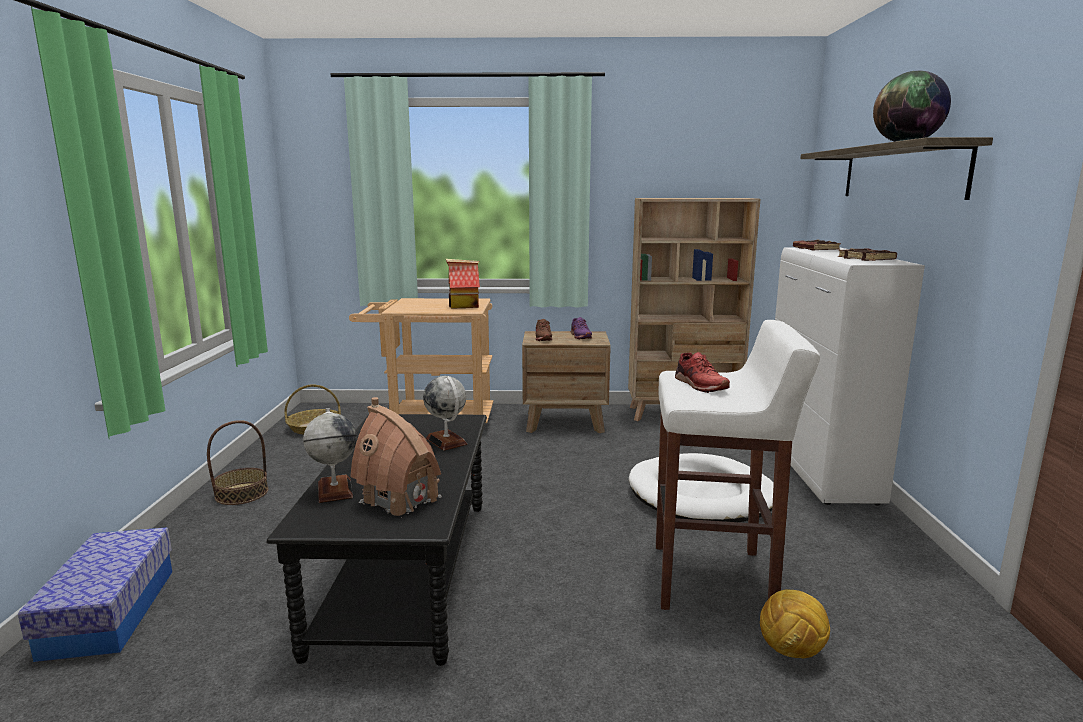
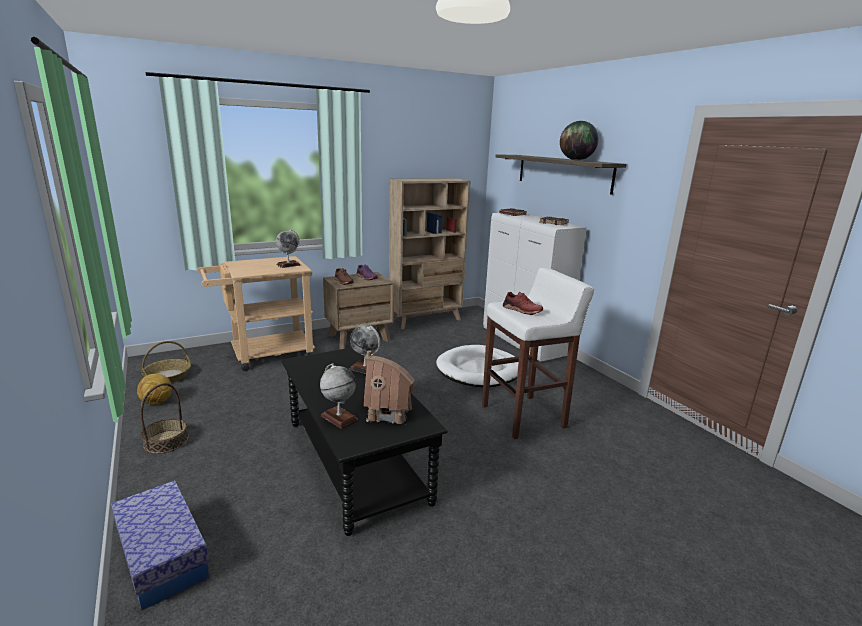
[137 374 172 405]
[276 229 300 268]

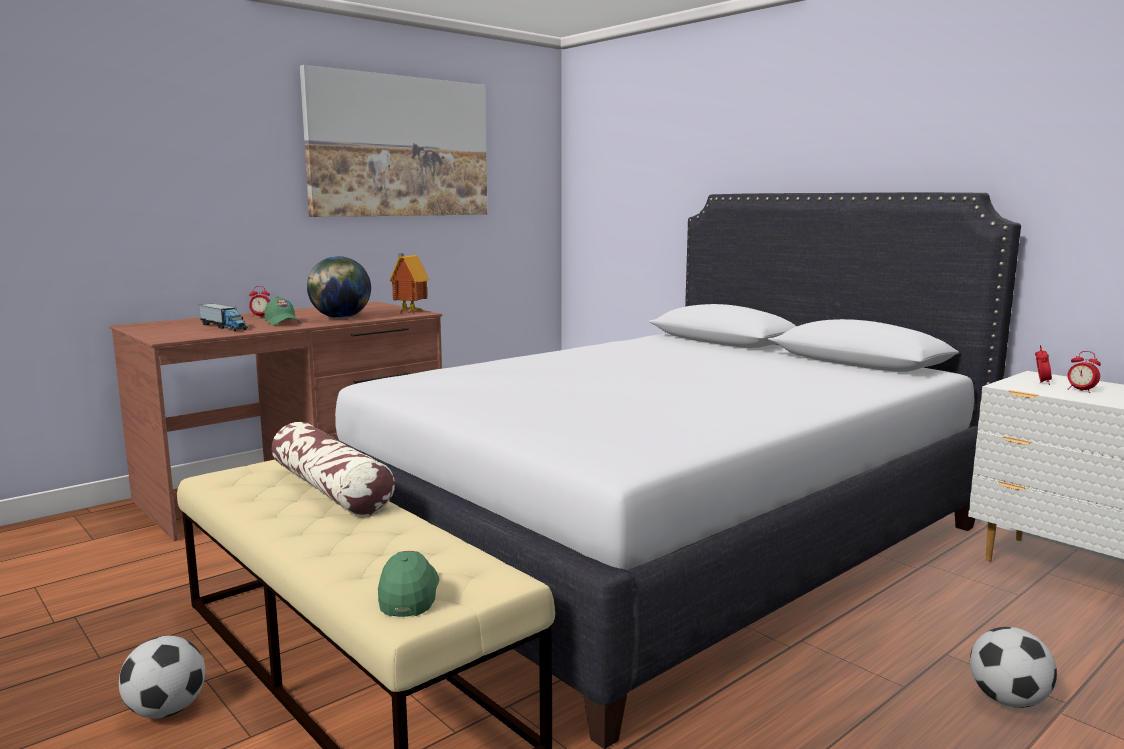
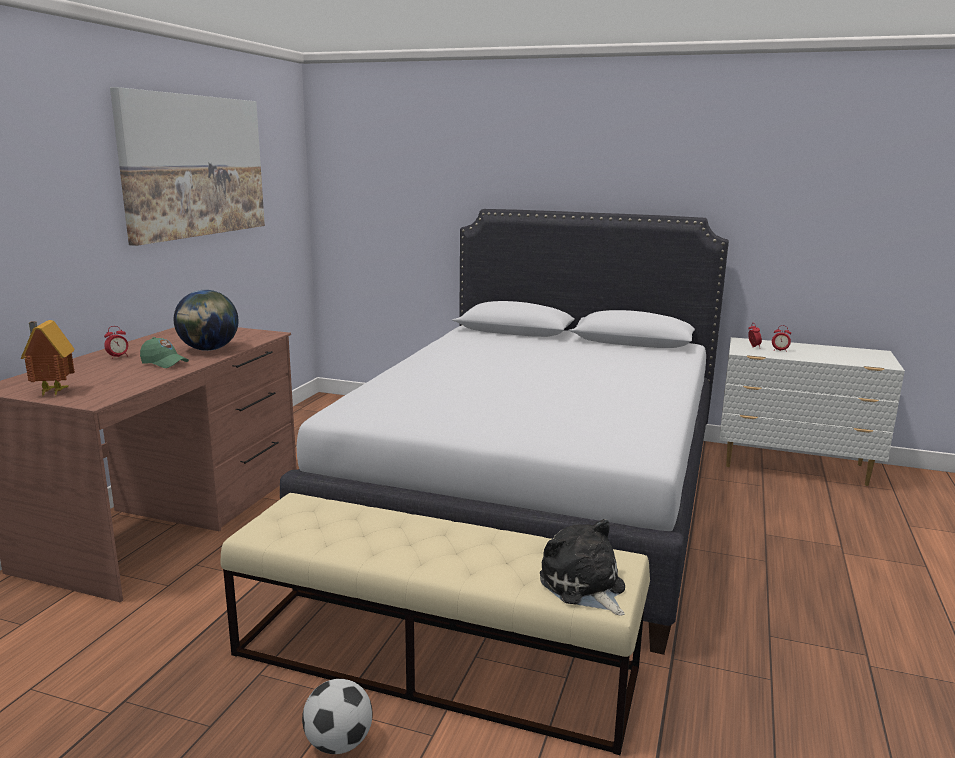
[21 320 75 396]
[540 519 625 616]
[199 304 248 331] (first image)
[272 422 395 516] (first image)
[970 627 1057 708] (first image)

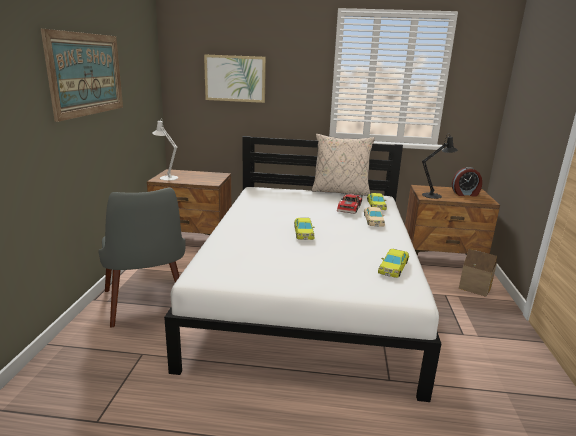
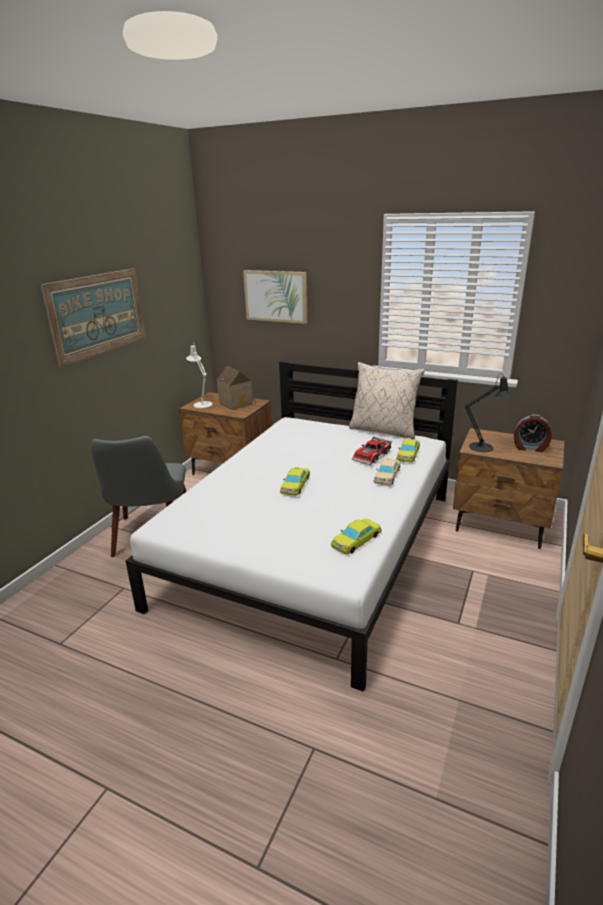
[217 366 255 410]

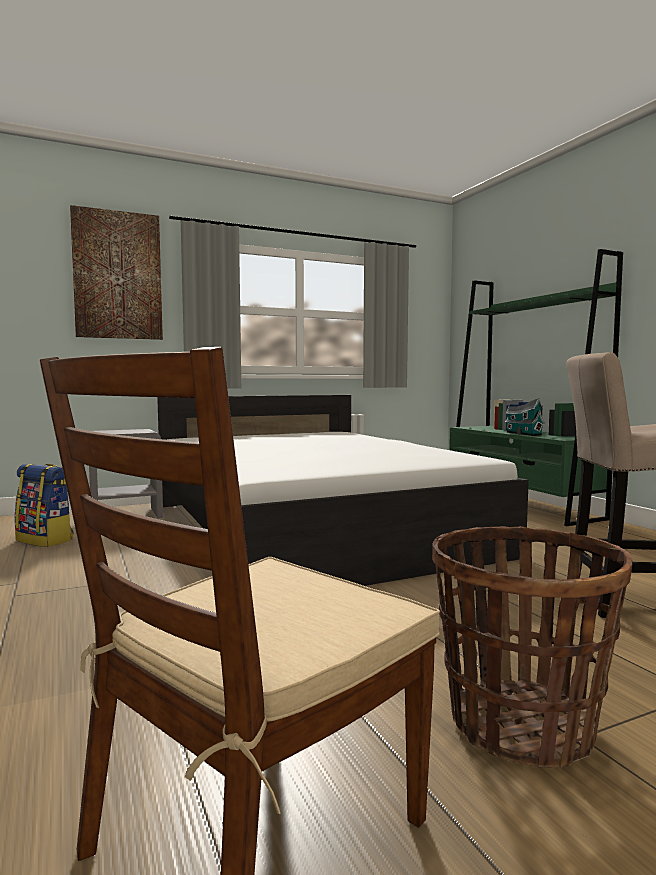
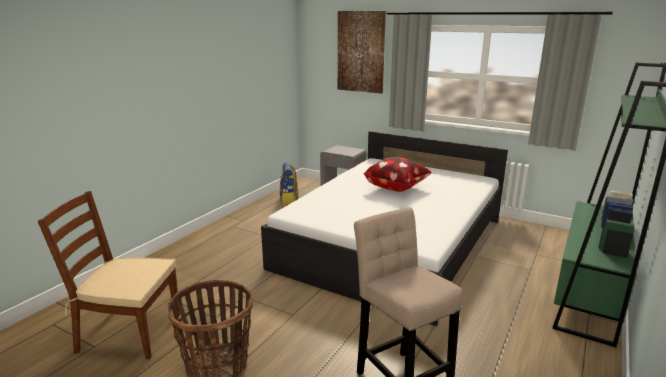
[364 157 432 192]
[505 398 544 436] (first image)

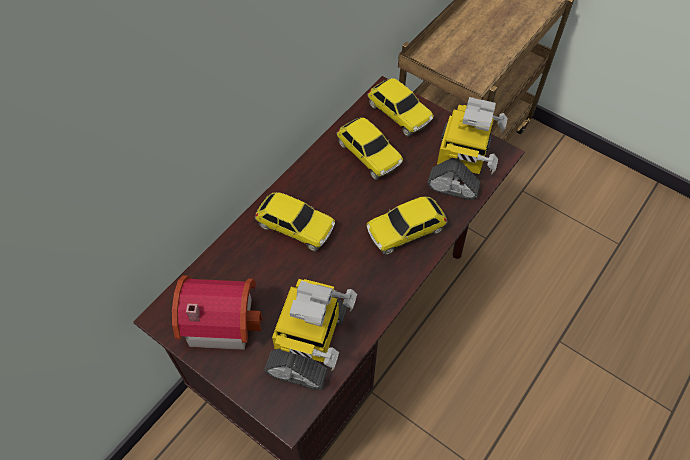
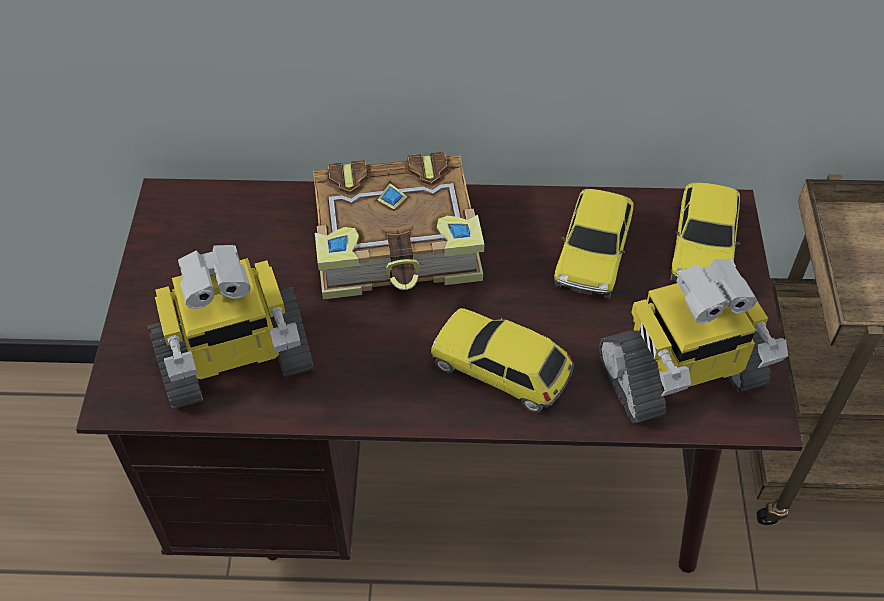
[313 152 484 299]
[172 275 263 350] (first image)

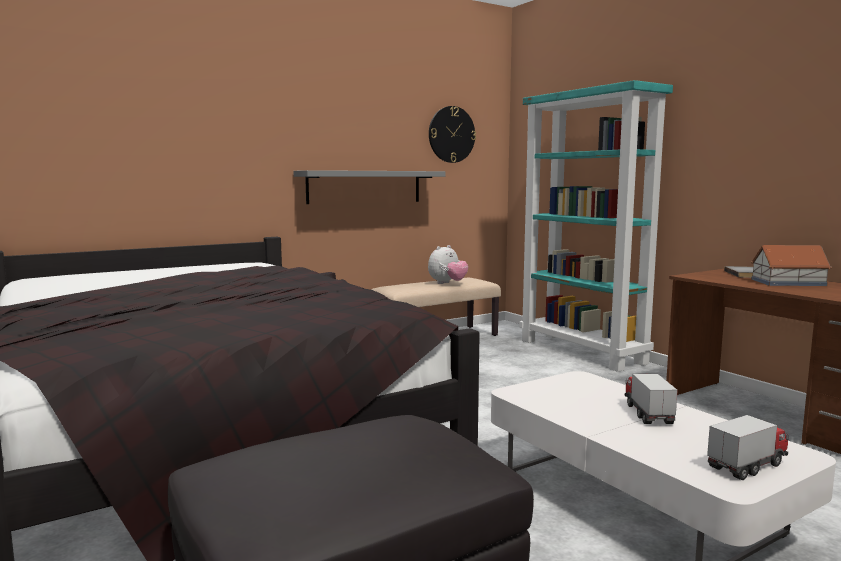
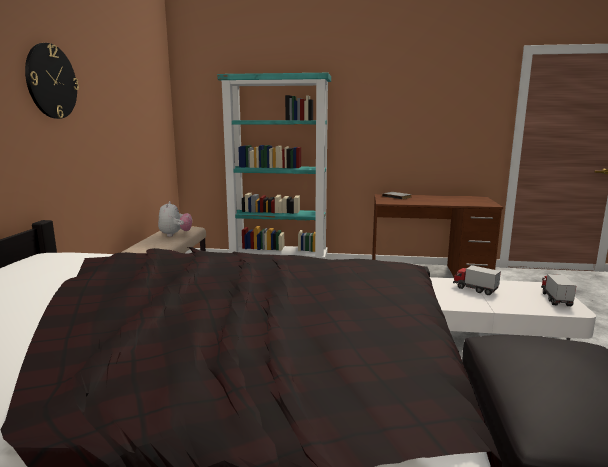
[25 43 79 119]
[294 170 446 204] (first image)
[751 245 832 286] (first image)

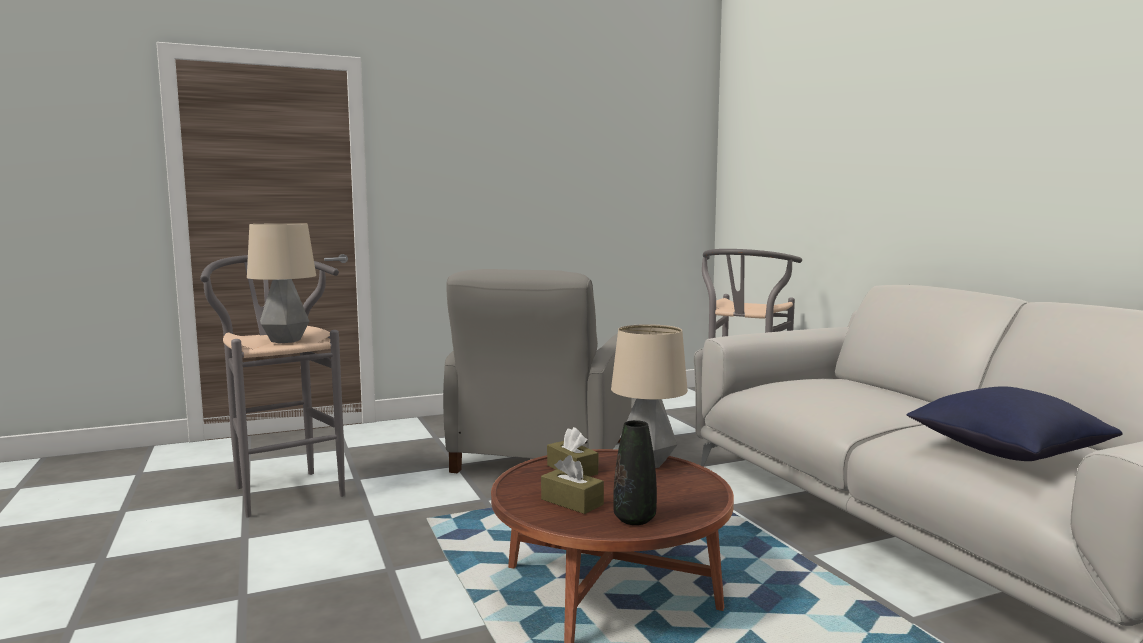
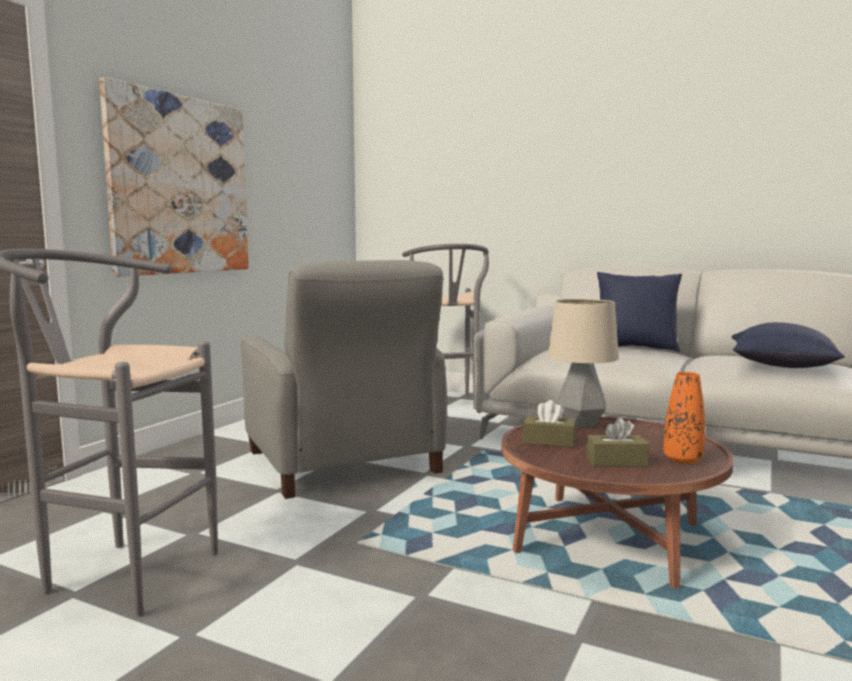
[99 77 249 277]
[597 272 682 352]
[663 372 705 464]
[247 223 316 343] (first image)

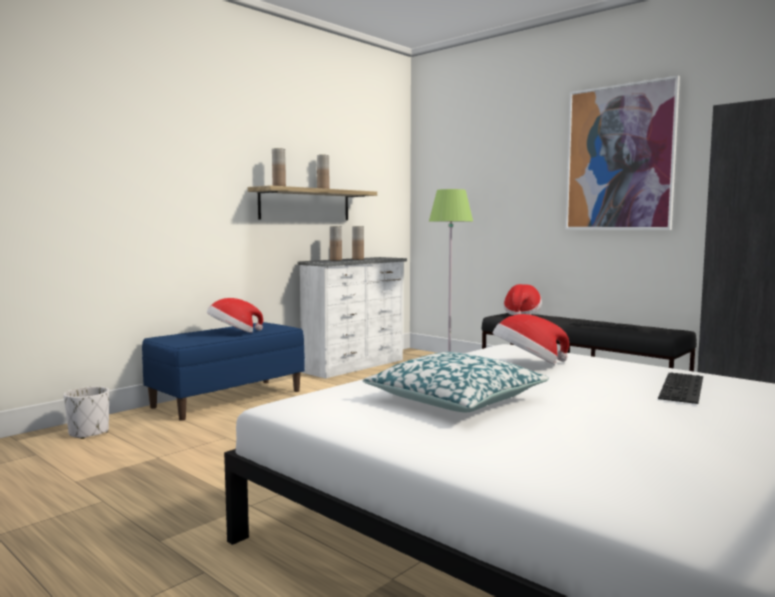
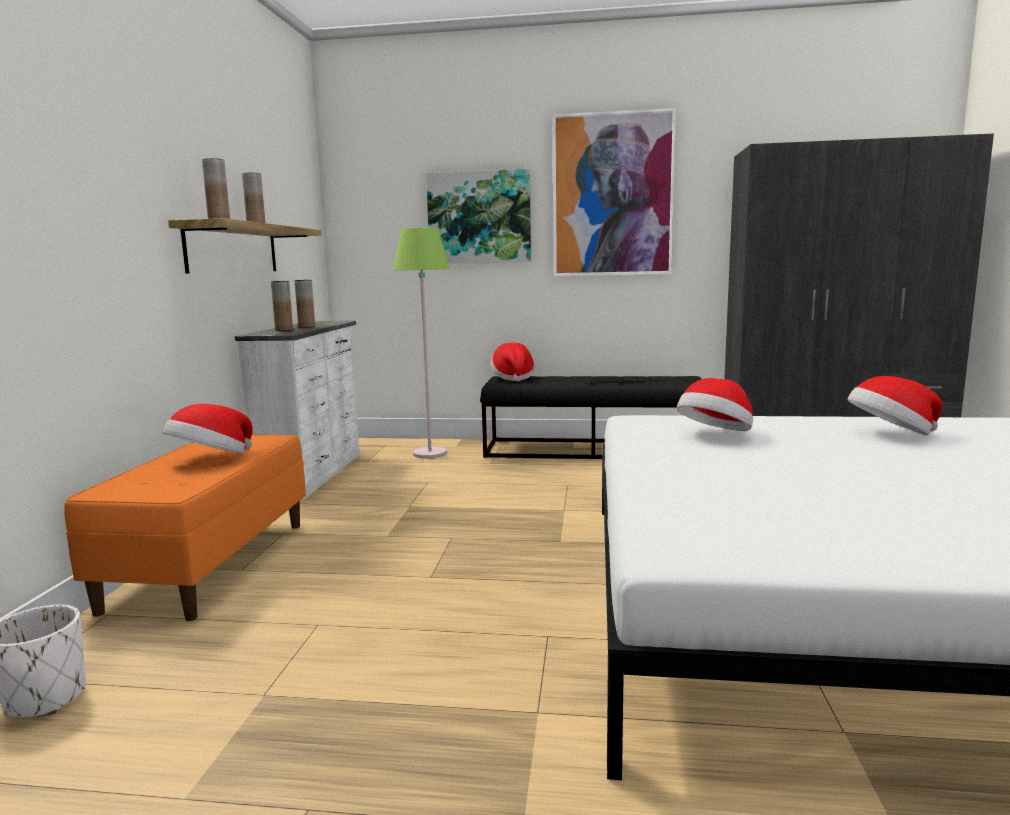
[64 434 306 621]
[426 169 531 263]
[847 376 942 435]
[363 352 549 412] (first image)

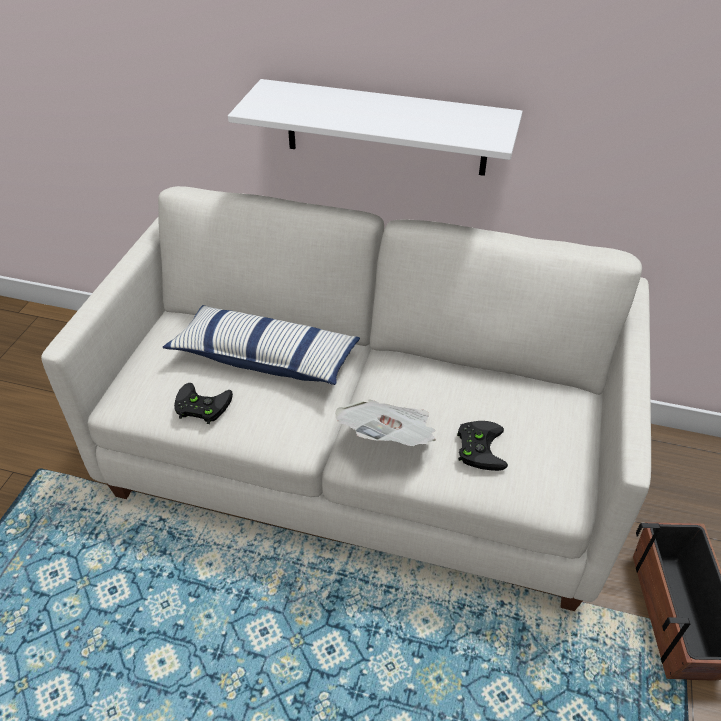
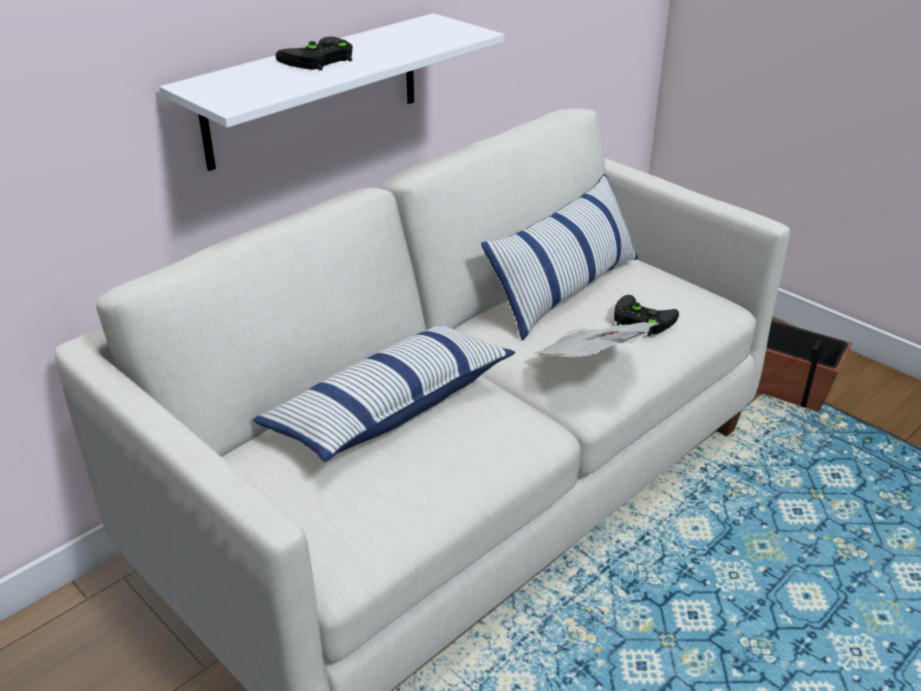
[275 37 353 71]
[481 174 638 340]

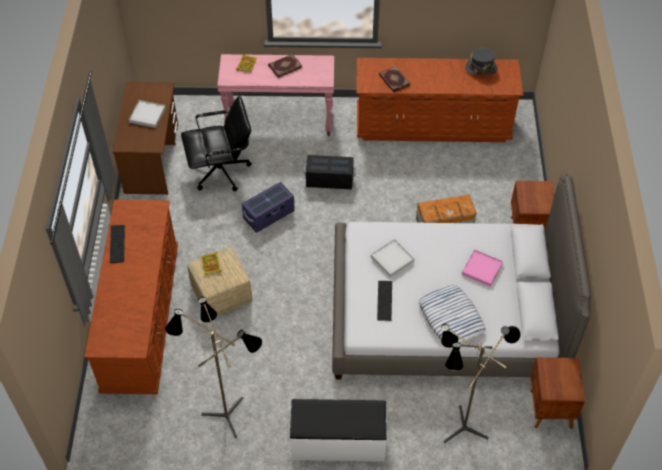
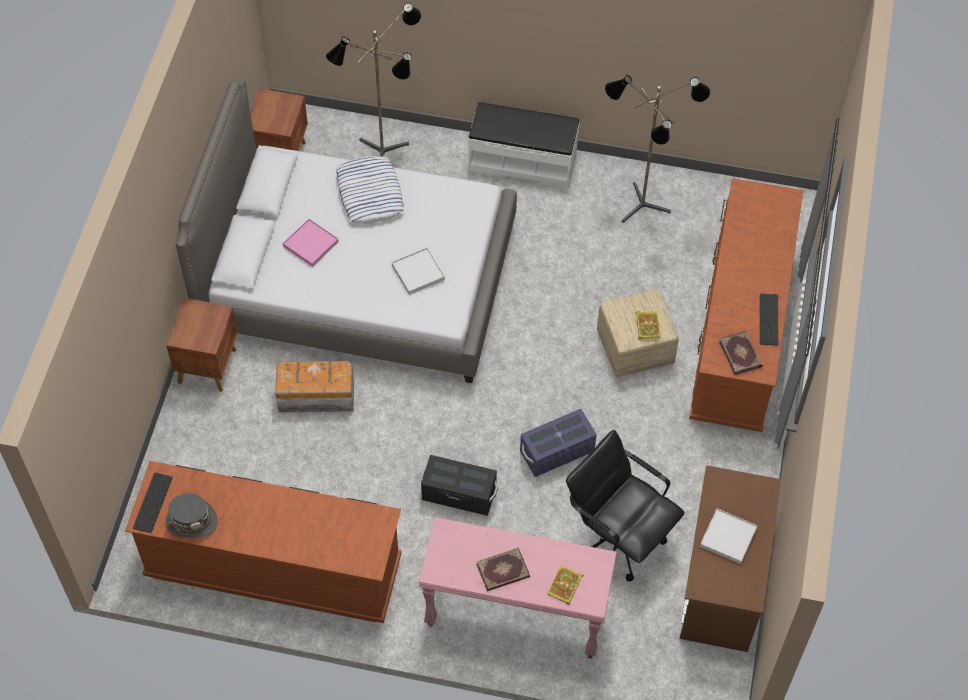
[133 473 173 533]
[566 430 685 582]
[719 331 763 375]

